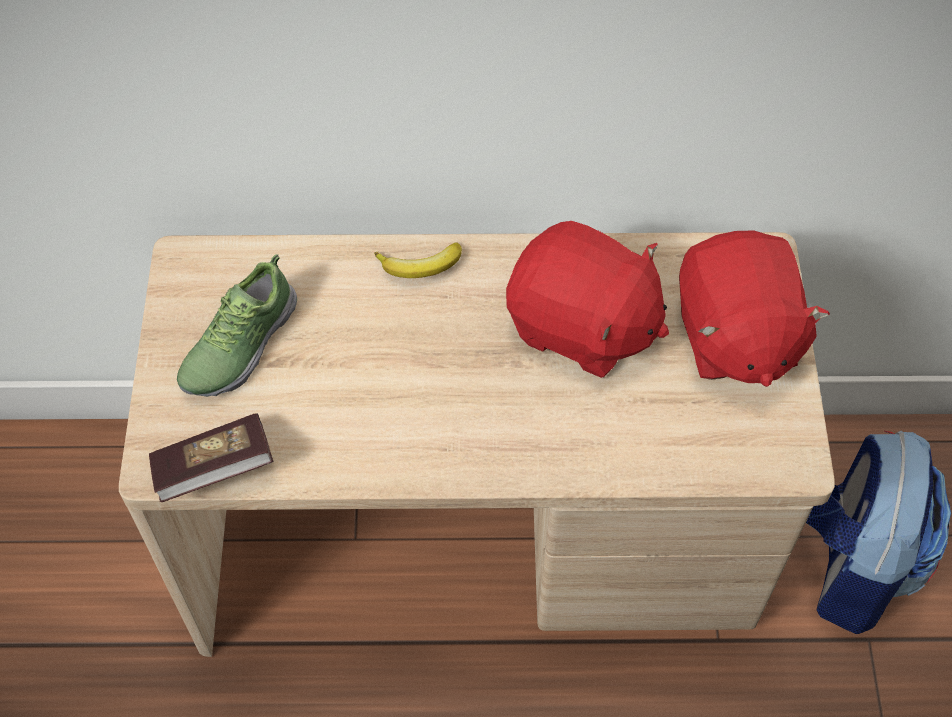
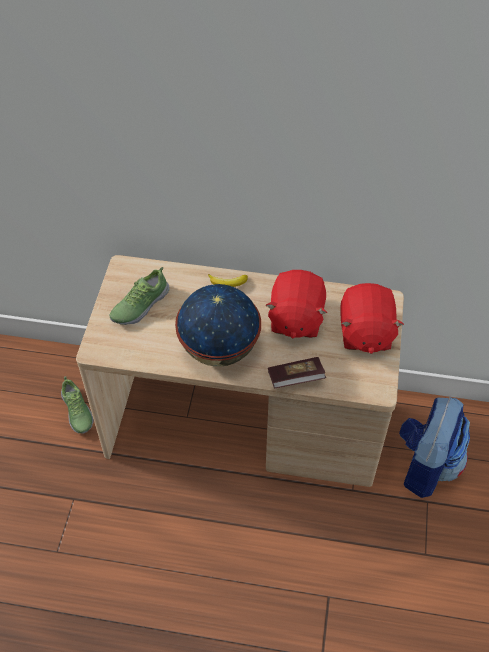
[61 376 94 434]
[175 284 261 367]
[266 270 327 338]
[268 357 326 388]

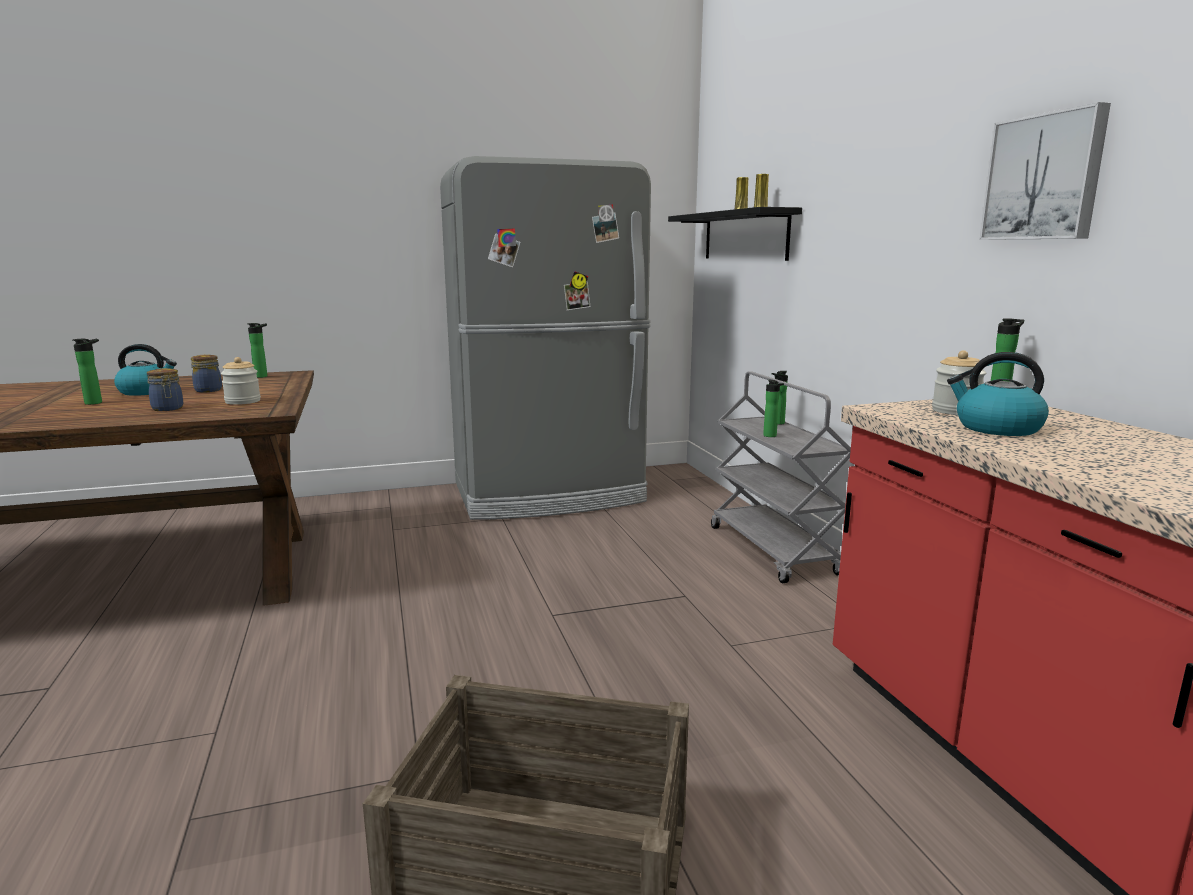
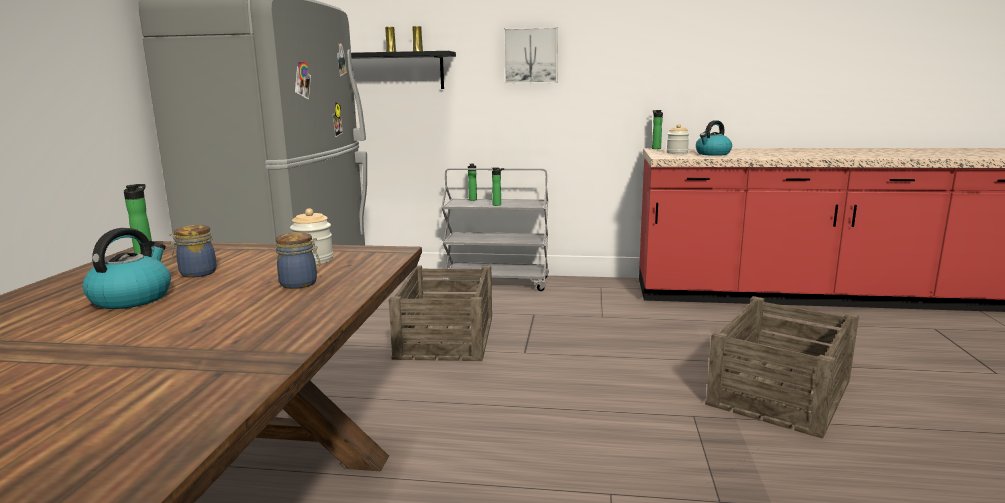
[389 266 492 361]
[504 27 558 84]
[72 339 102 405] (first image)

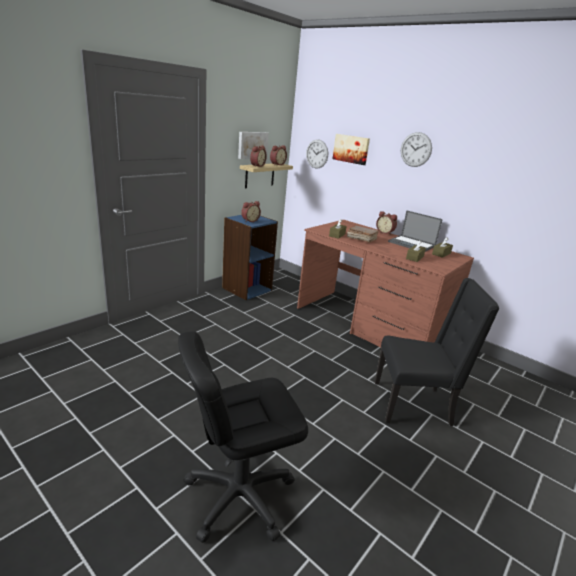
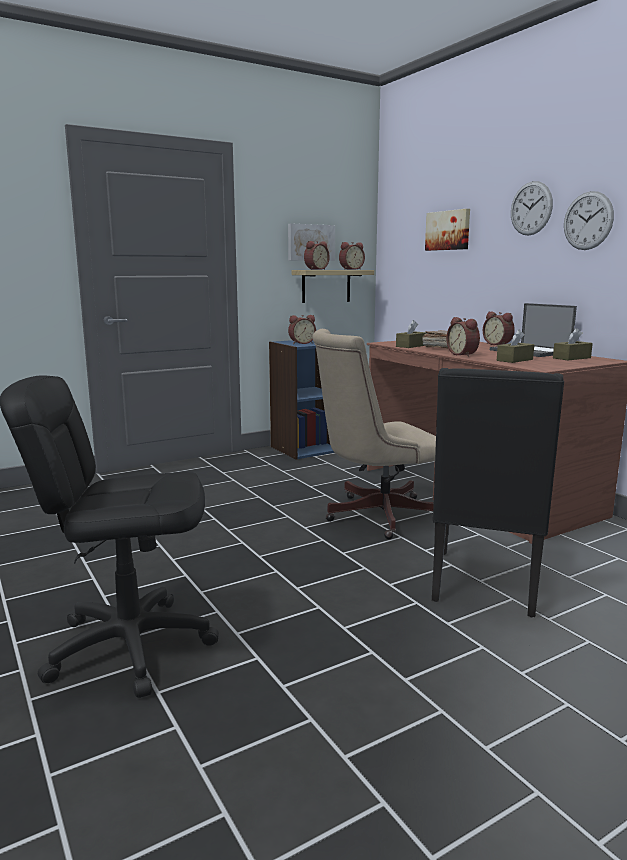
[312 329 436 539]
[432 368 564 617]
[446 317 480 357]
[564 191 614 250]

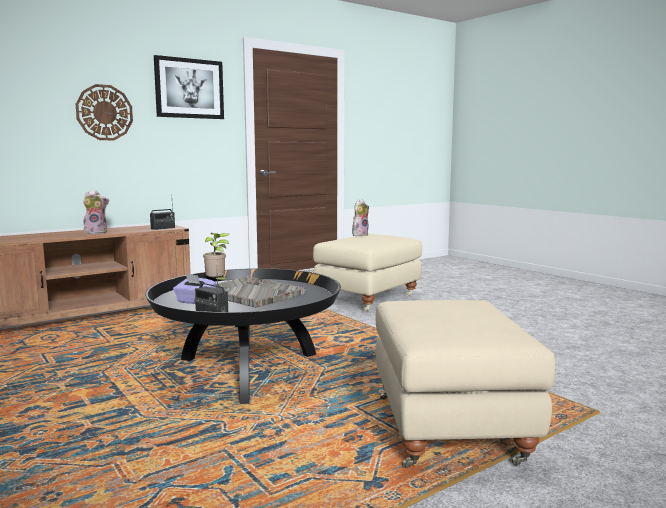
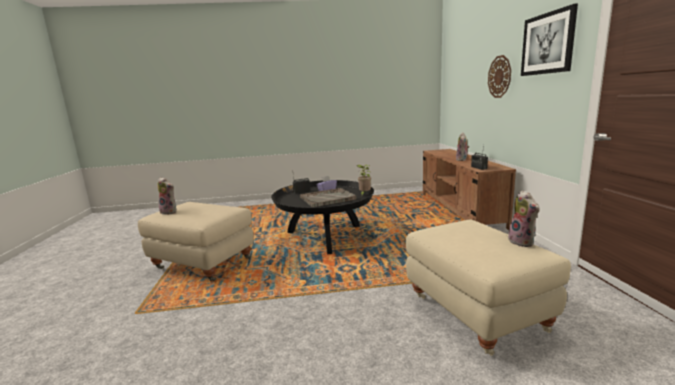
[158 177 176 215]

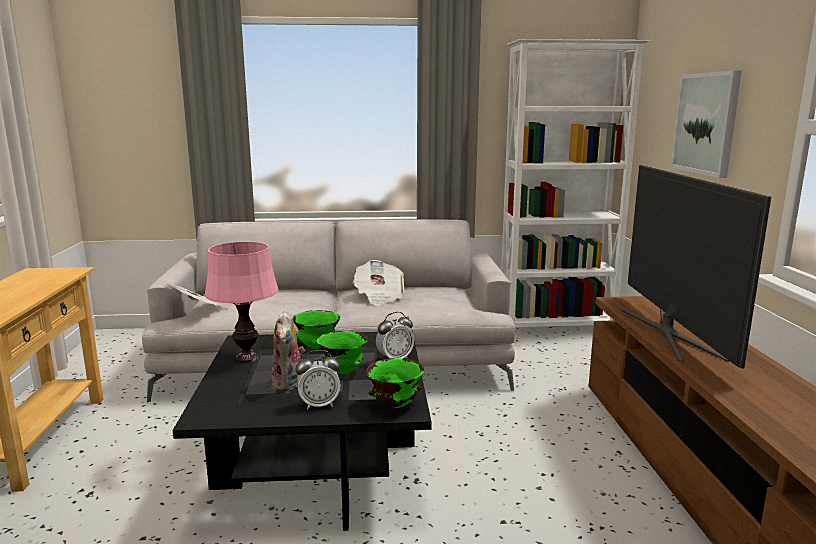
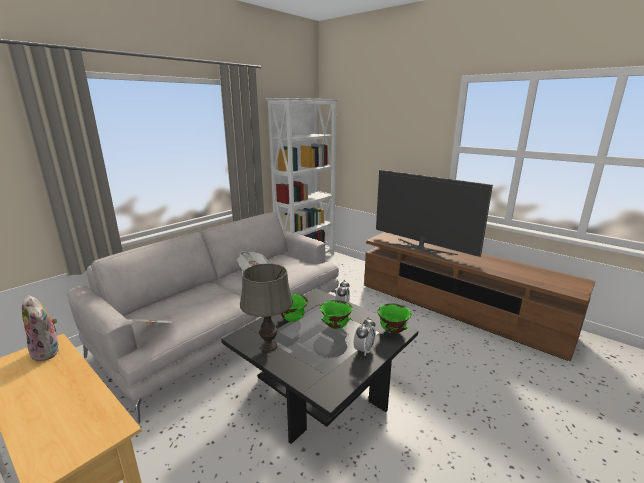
[22 295 59 362]
[240 263 293 352]
[670 71 742 178] (first image)

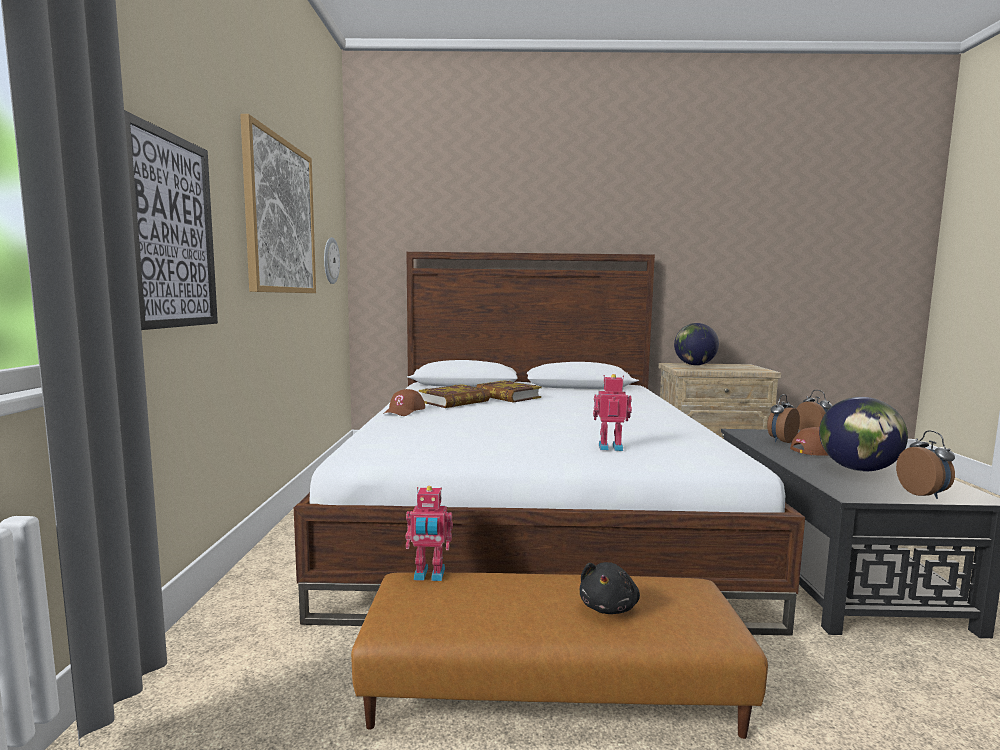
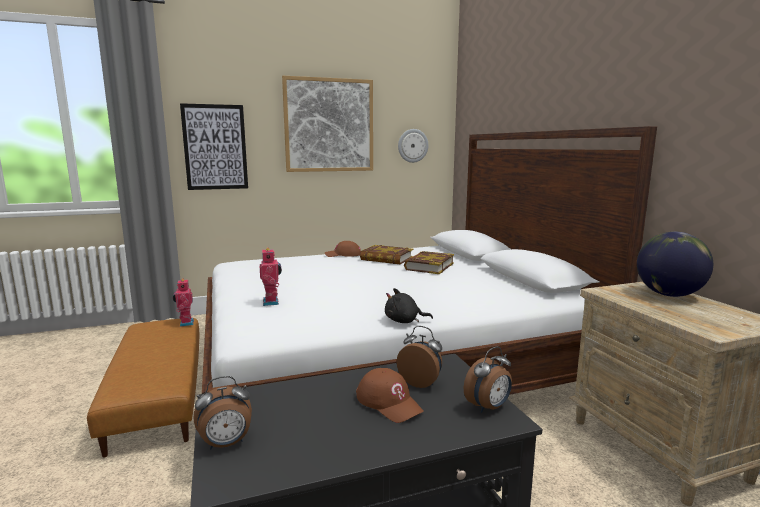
[385 288 433 323]
[819 397 908 471] (first image)

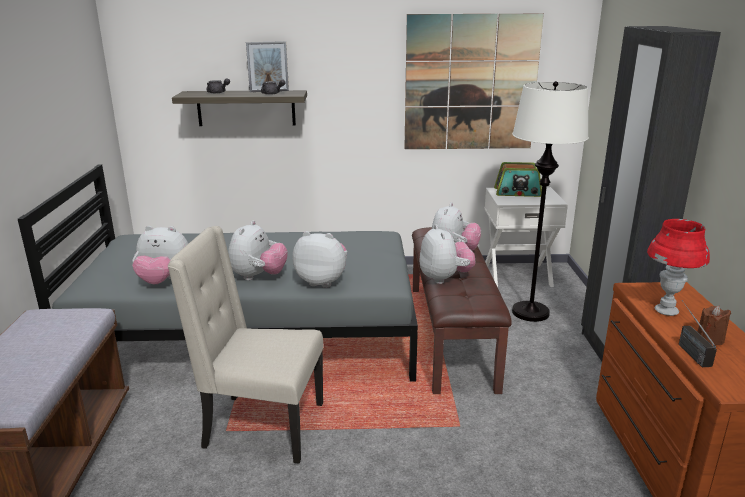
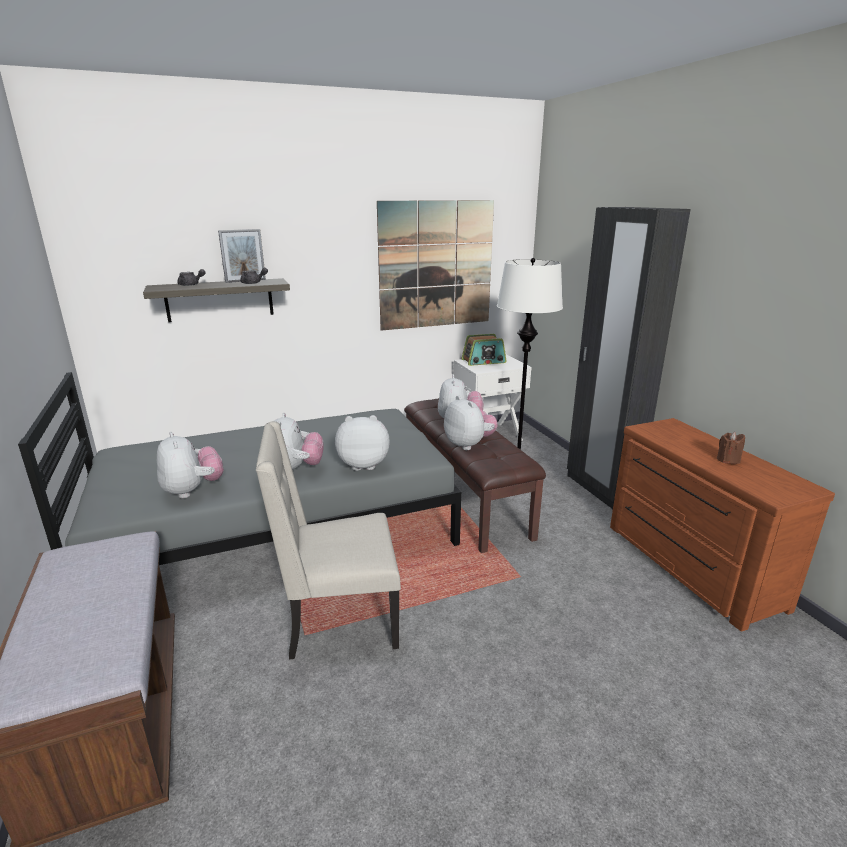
[157 432 224 499]
[647 219 710 316] (first image)
[679 300 717 367] (first image)

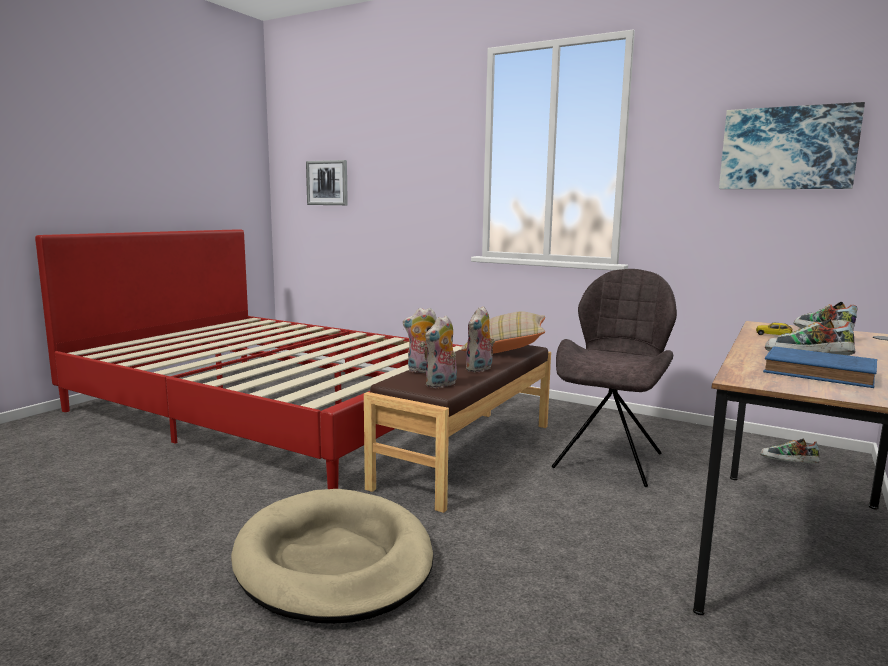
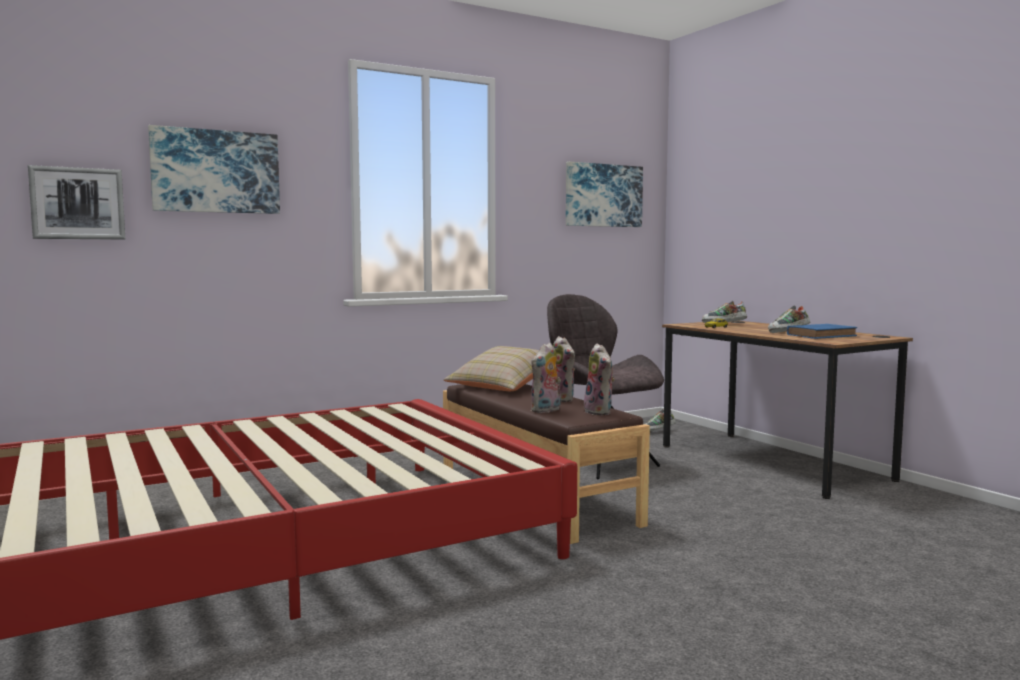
[148 125 280 214]
[231 489 434 624] (first image)

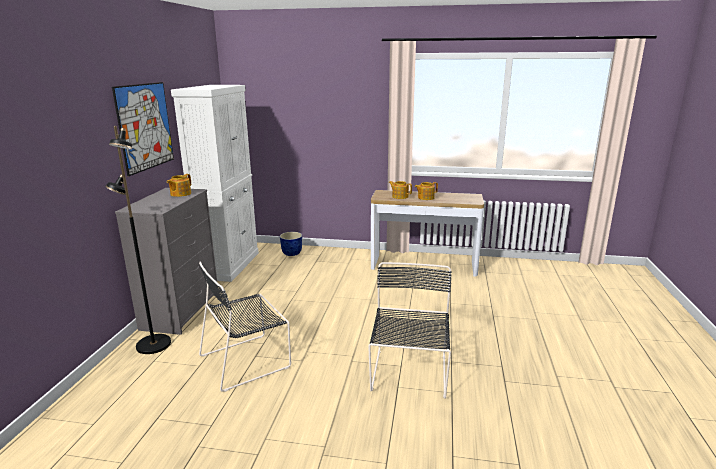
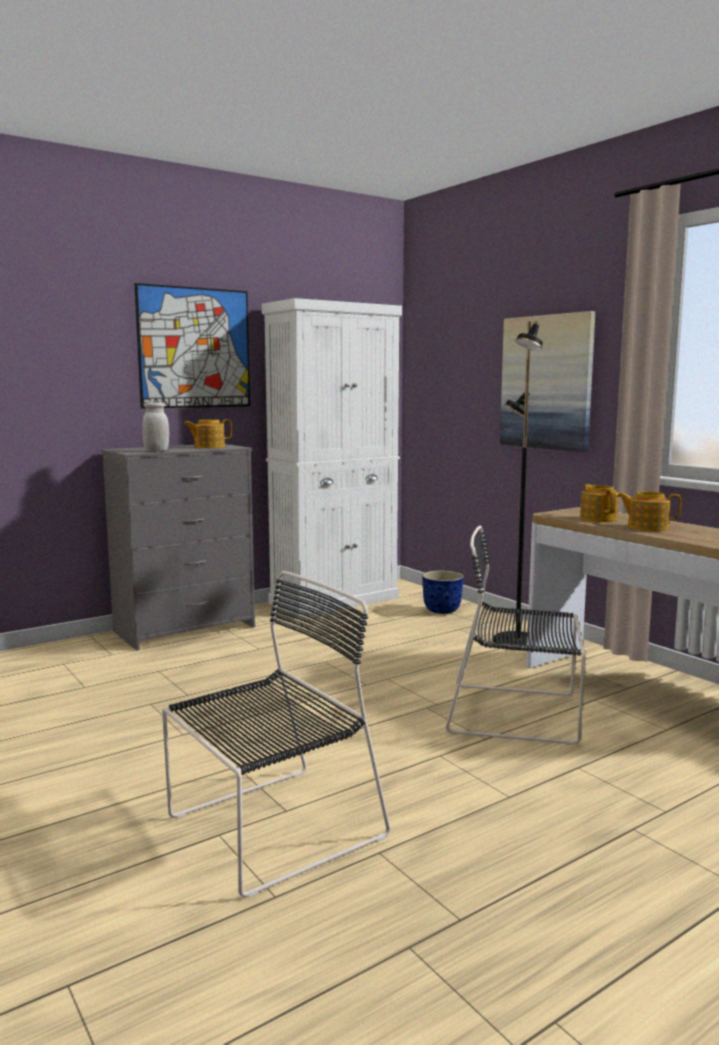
[142 402 169 452]
[446 526 585 745]
[494 321 543 650]
[500 311 595 452]

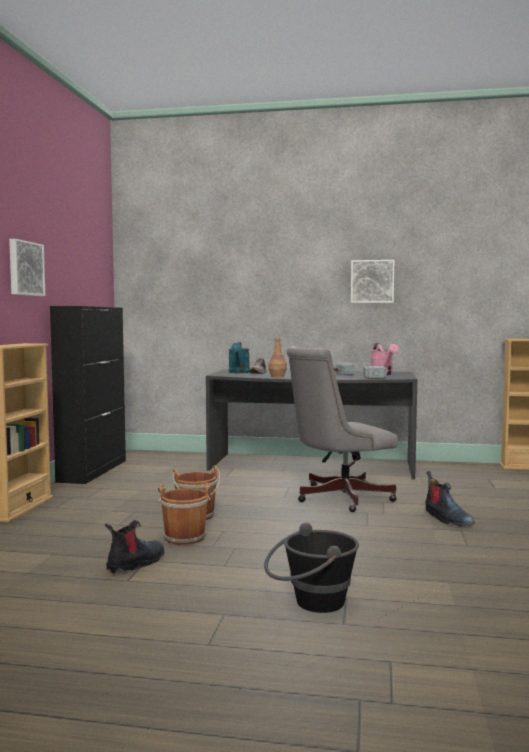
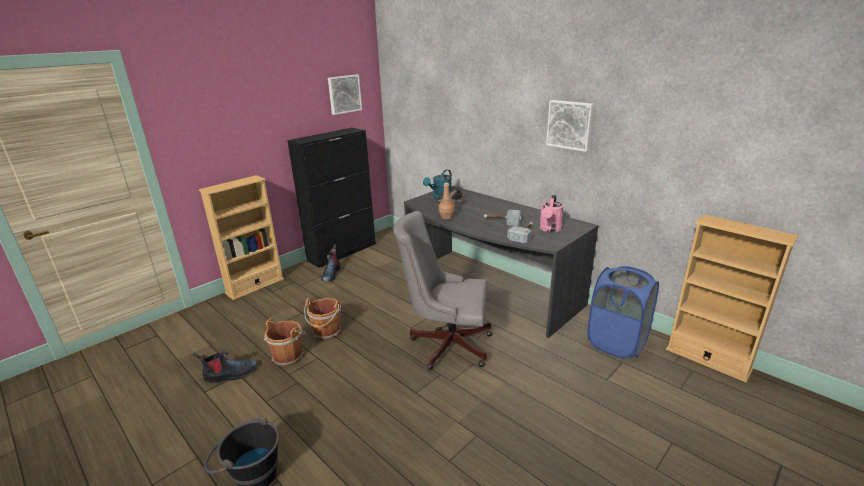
[321 244 340 282]
[328 75 362 115]
[587 266 659 359]

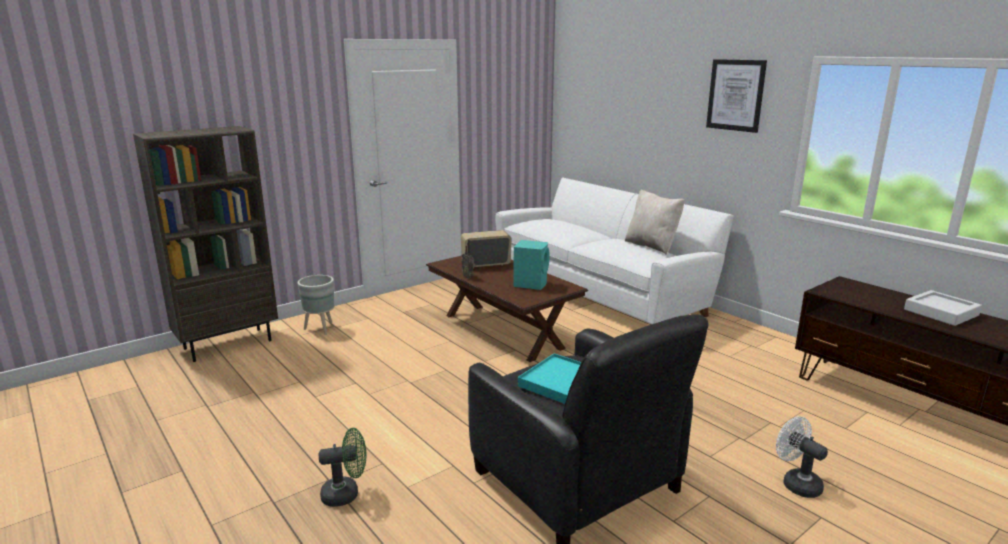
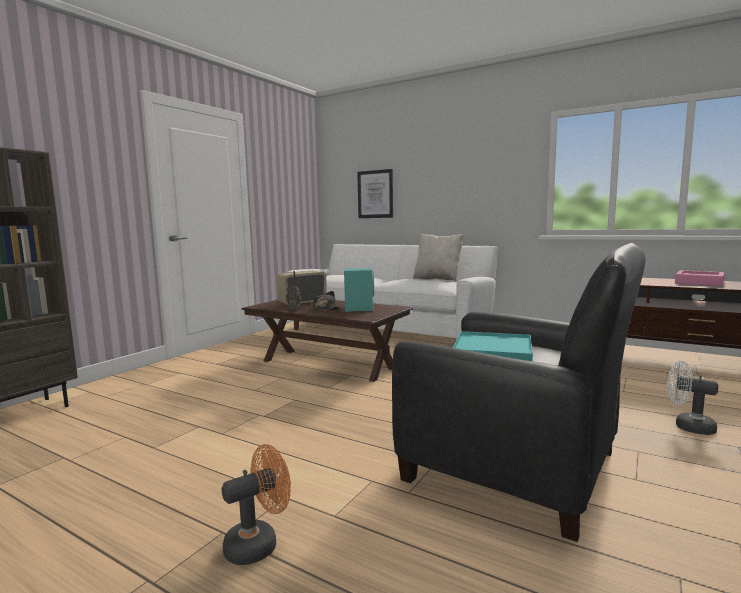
[222 444 291 565]
[311 291 341 311]
[357 169 393 218]
[675 270 725 286]
[297 275 334 335] (first image)

